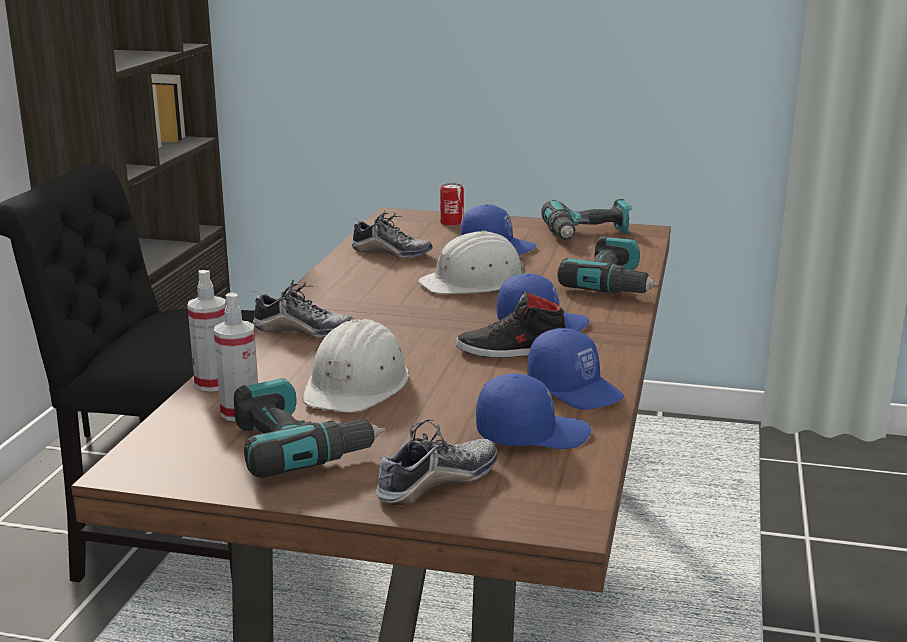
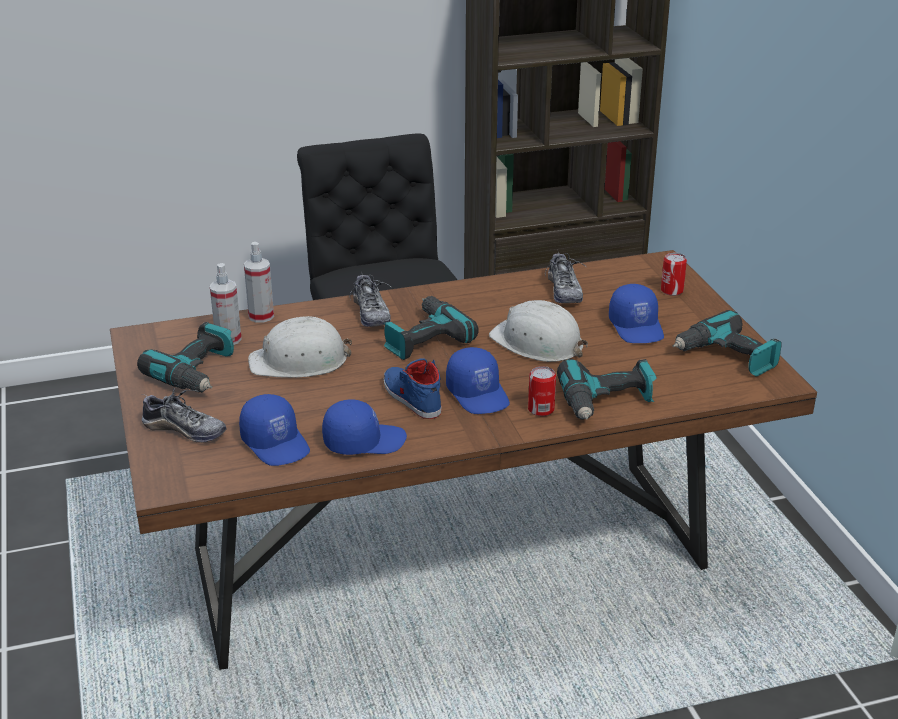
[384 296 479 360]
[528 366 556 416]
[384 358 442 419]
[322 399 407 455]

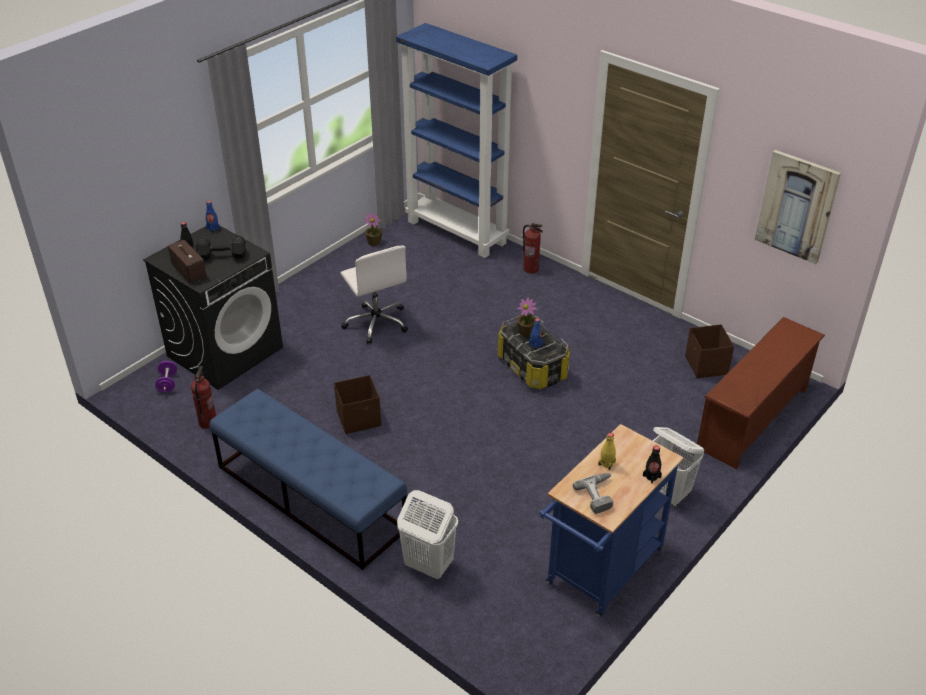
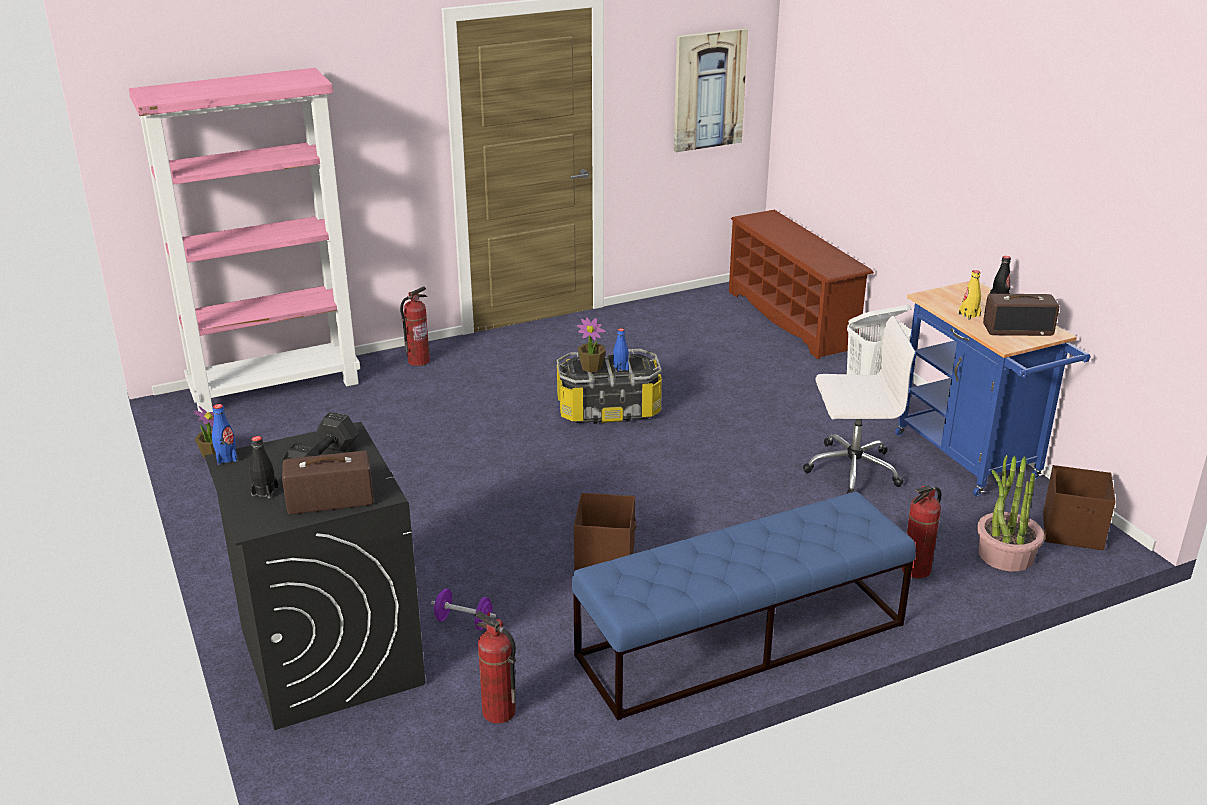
[977 455 1045 571]
[431 589 496 630]
[803 316 915 494]
[1043 465 1116 550]
[902 486 941 579]
[983 294 1059 336]
[129 68 360 417]

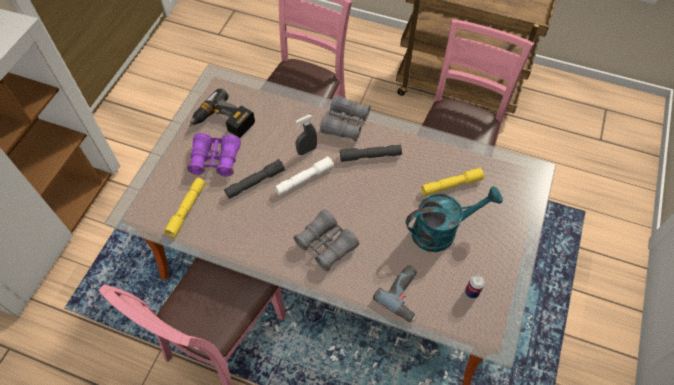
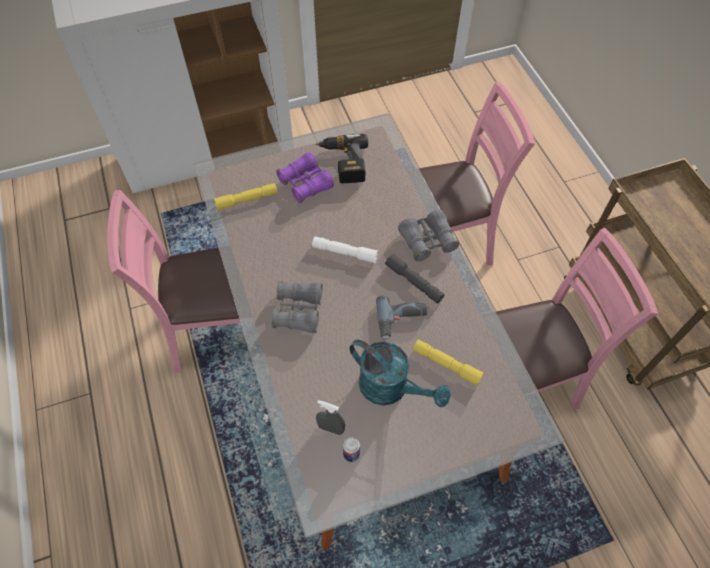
[224 159 285 199] (first image)
[316 400 345 435]
[376 296 427 340]

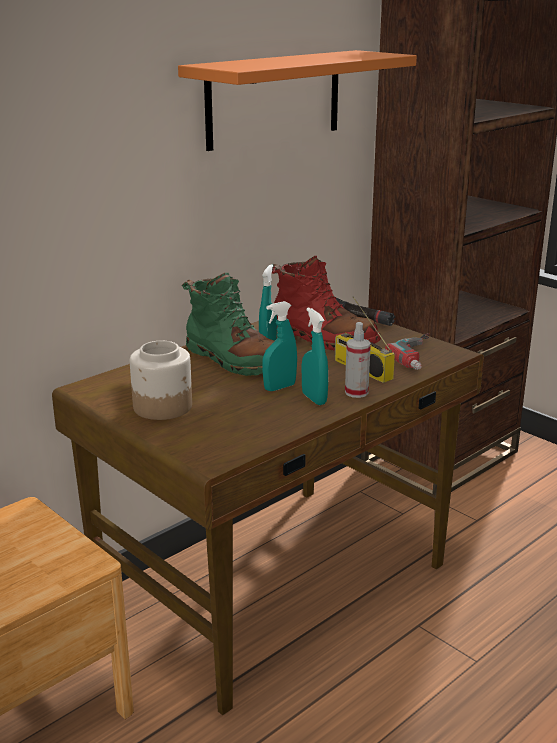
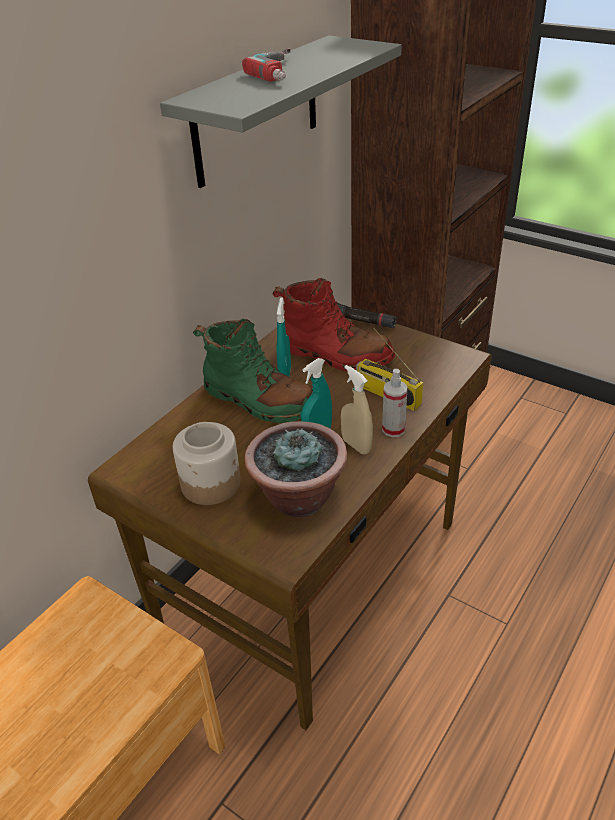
[245 421 347 517]
[242 49 291 82]
[160 35 402 188]
[341 365 373 455]

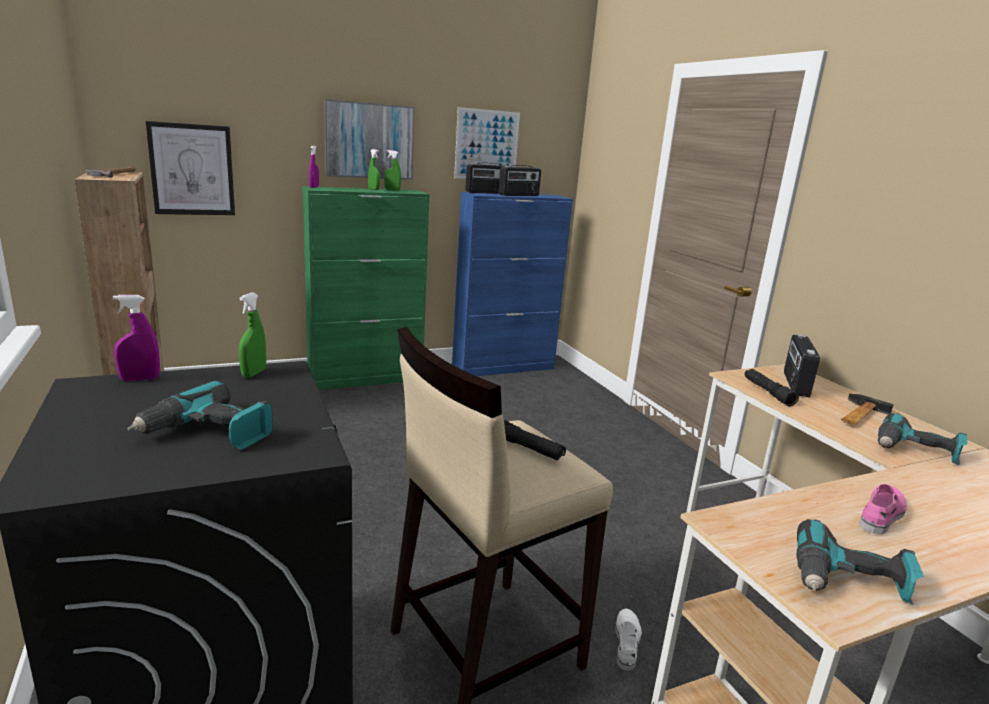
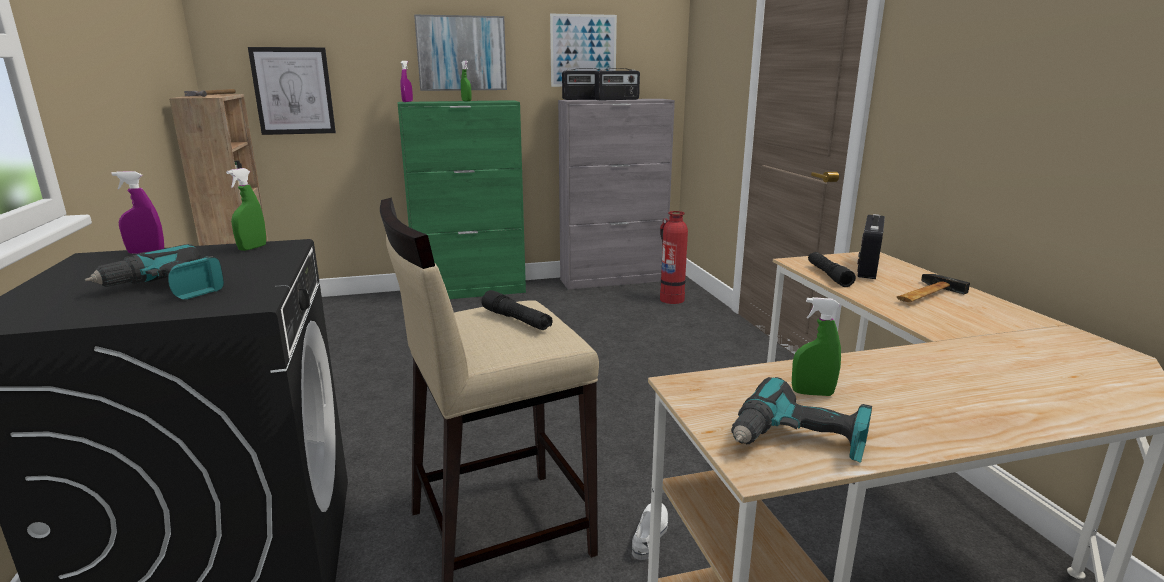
[860 484 907 534] (first image)
[878 413 967 465] (first image)
[660 211 688 304]
[792 297 841 396]
[558 99 675 290]

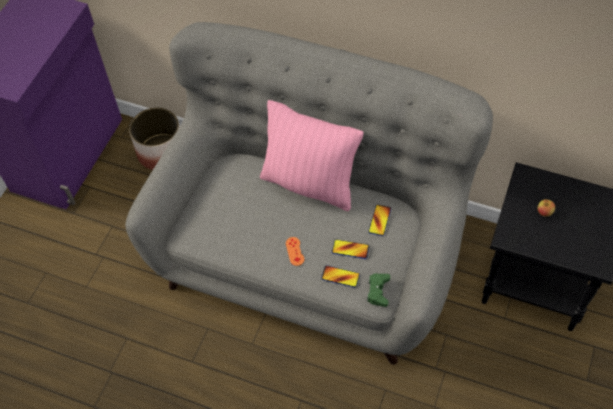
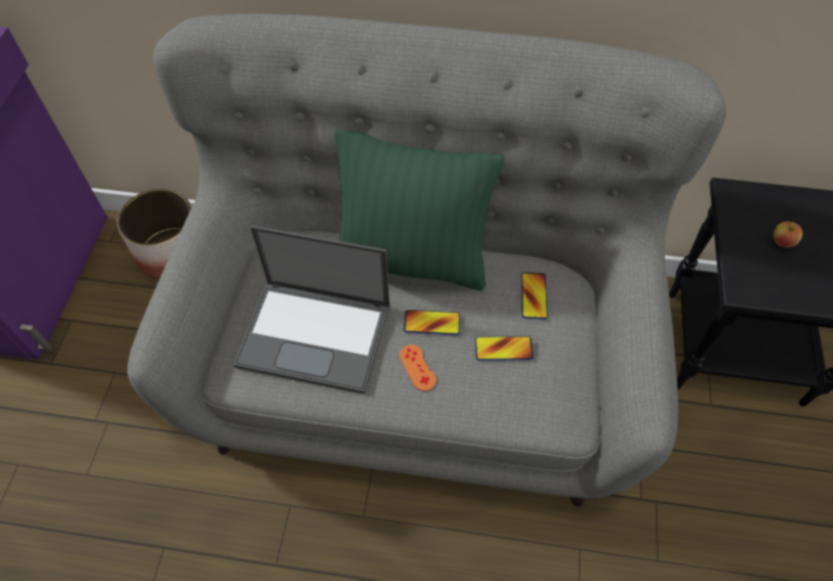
[366 273 390 307] (first image)
[233 225 390 394]
[404 310 460 335]
[335 129 504 291]

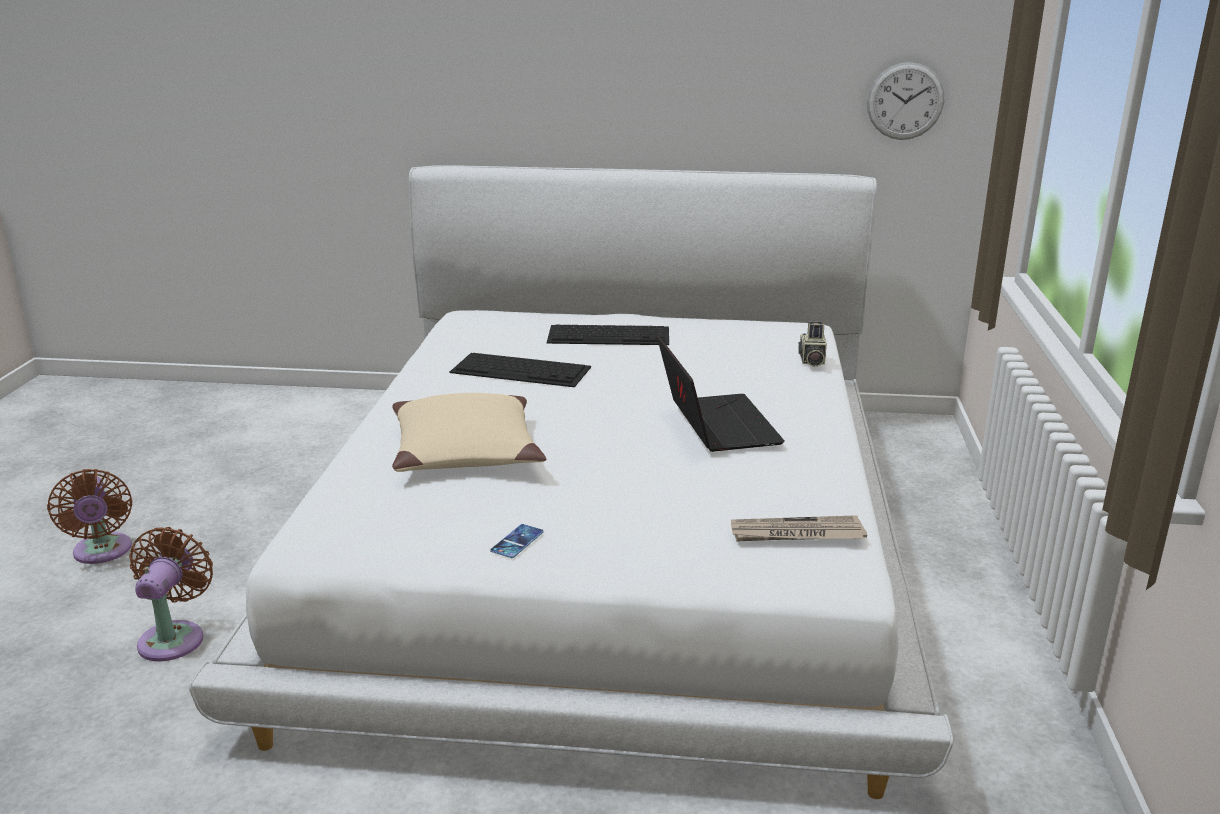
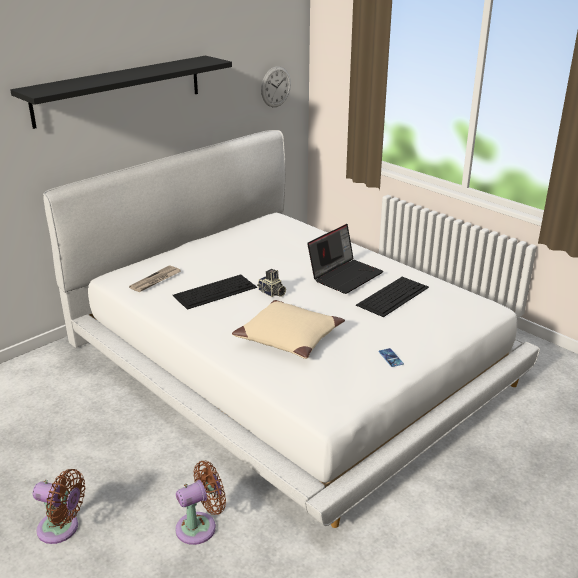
[11 56 232 129]
[356 277 429 317]
[129 265 181 292]
[257 269 286 297]
[175 461 226 545]
[307 224 383 294]

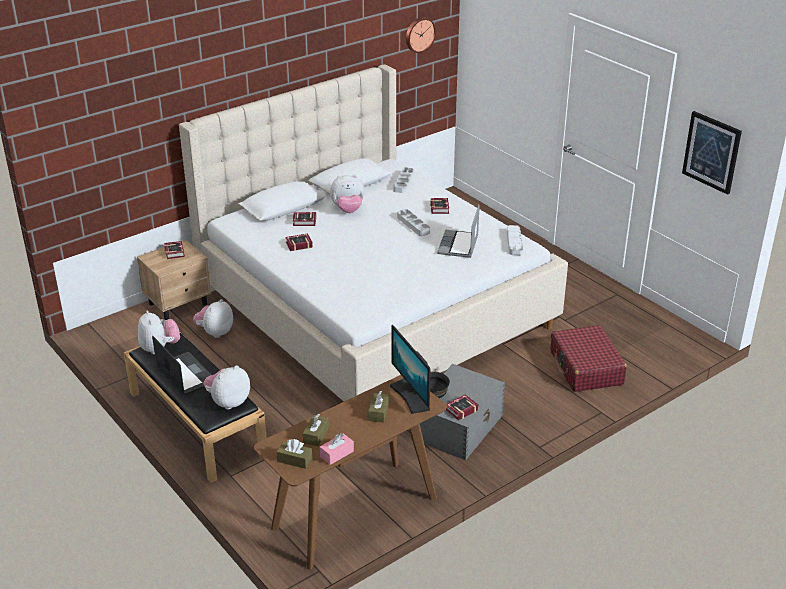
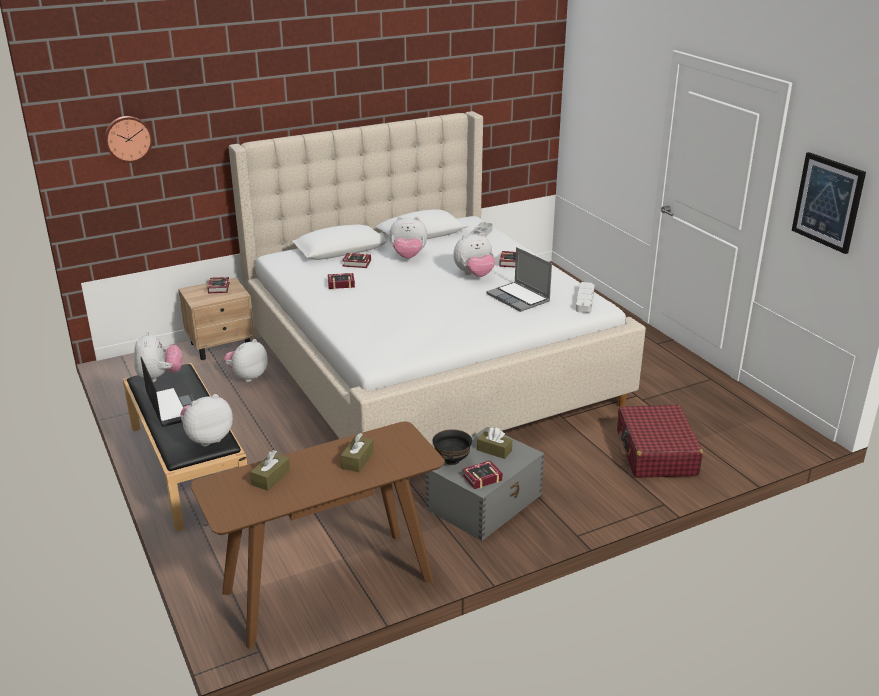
[320 433 354 465] (first image)
[390 325 431 414] (first image)
[477 427 512 459]
[104 116 153 163]
[453 232 495 277]
[487 247 552 312]

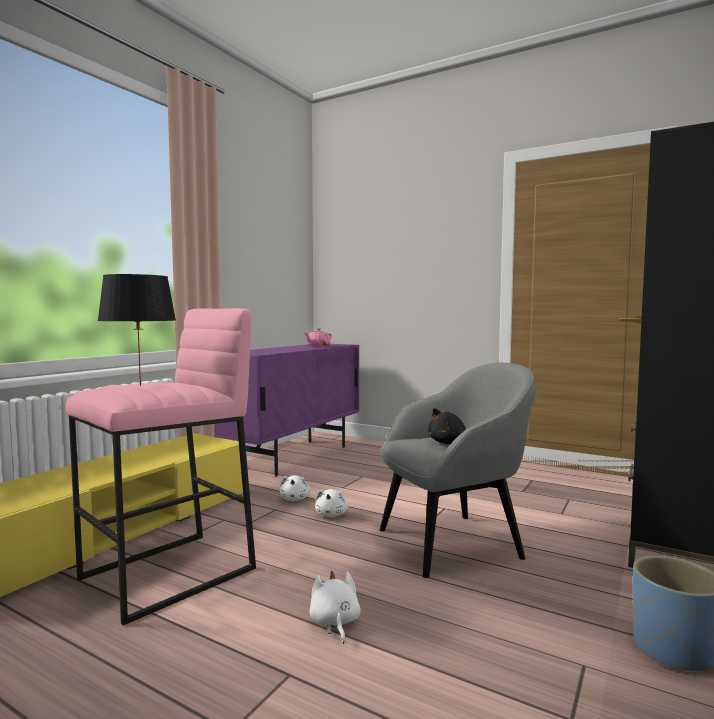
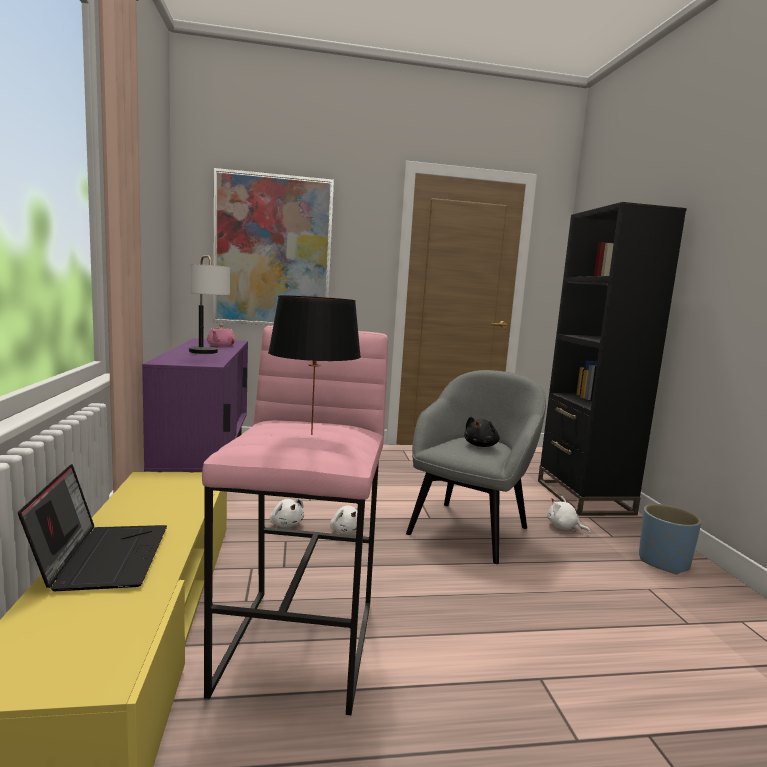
[18 464 167 591]
[189 255 230 354]
[213 168 334 325]
[547 496 591 533]

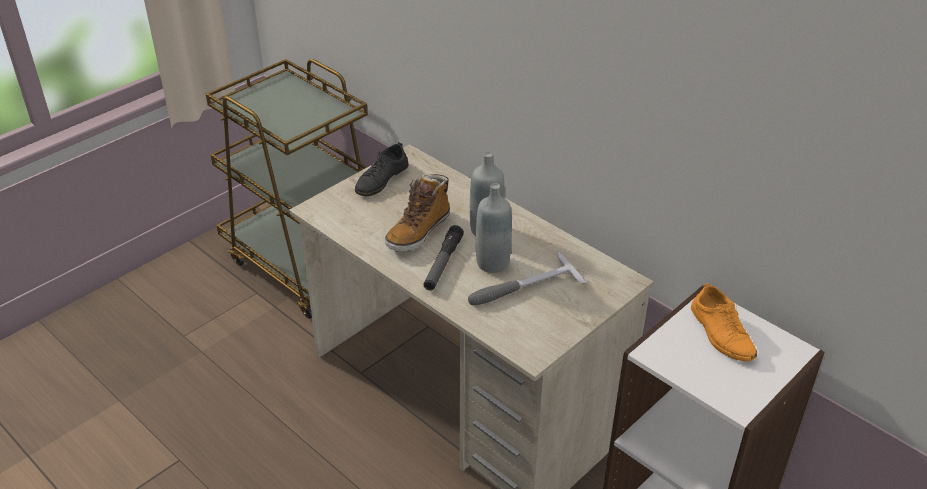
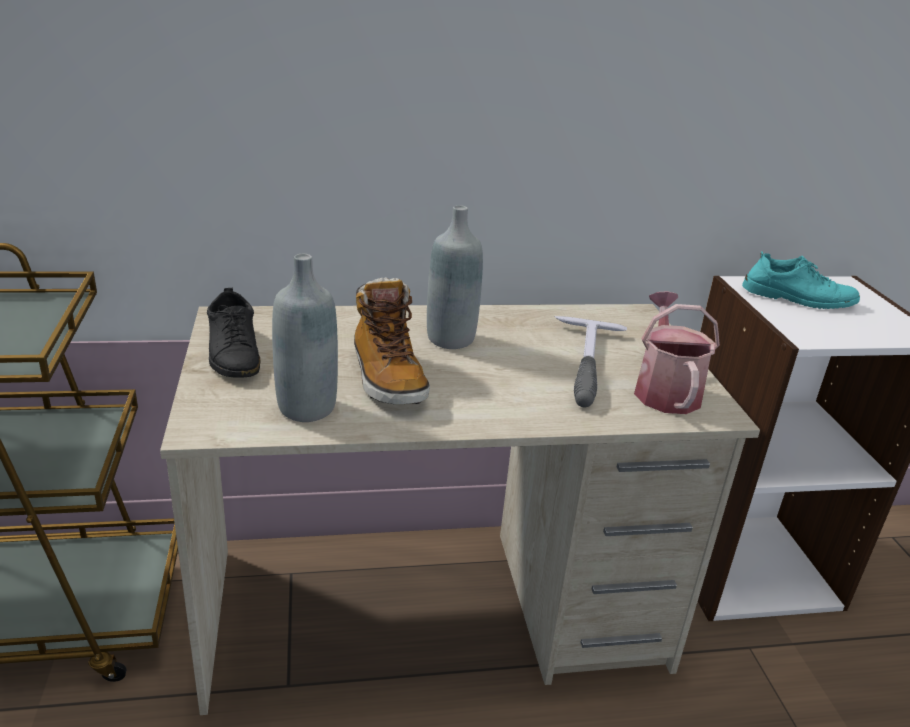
[423 225 464 290] (first image)
[634 291 720 414]
[272 254 338 422]
[742 252 860 309]

